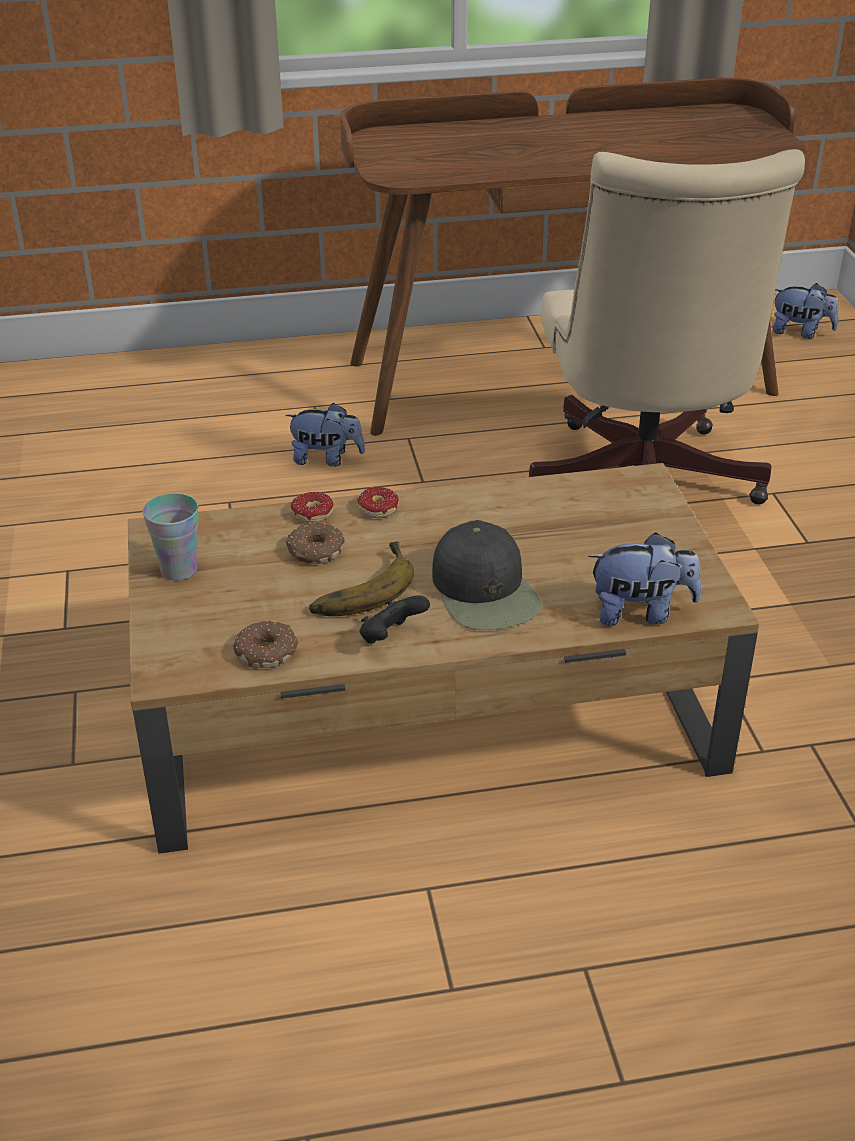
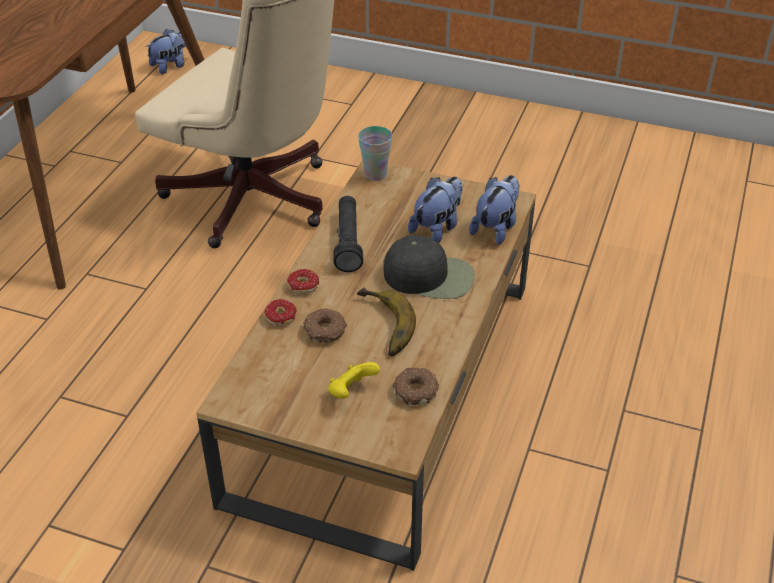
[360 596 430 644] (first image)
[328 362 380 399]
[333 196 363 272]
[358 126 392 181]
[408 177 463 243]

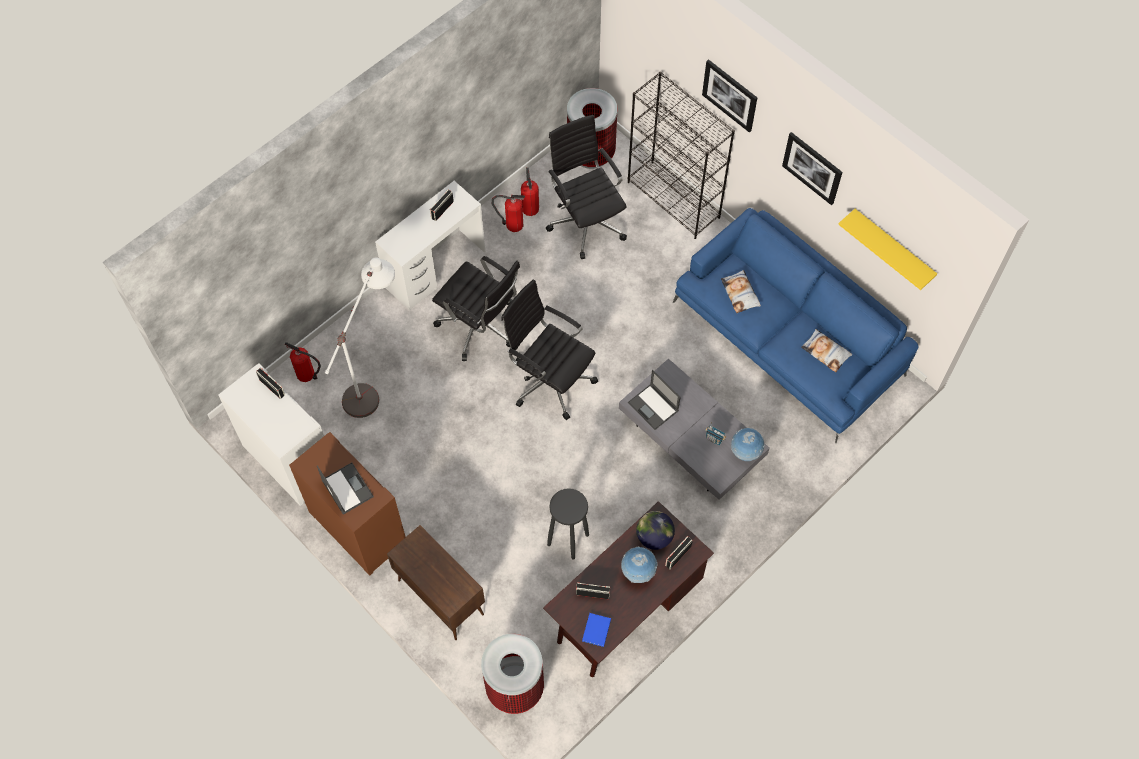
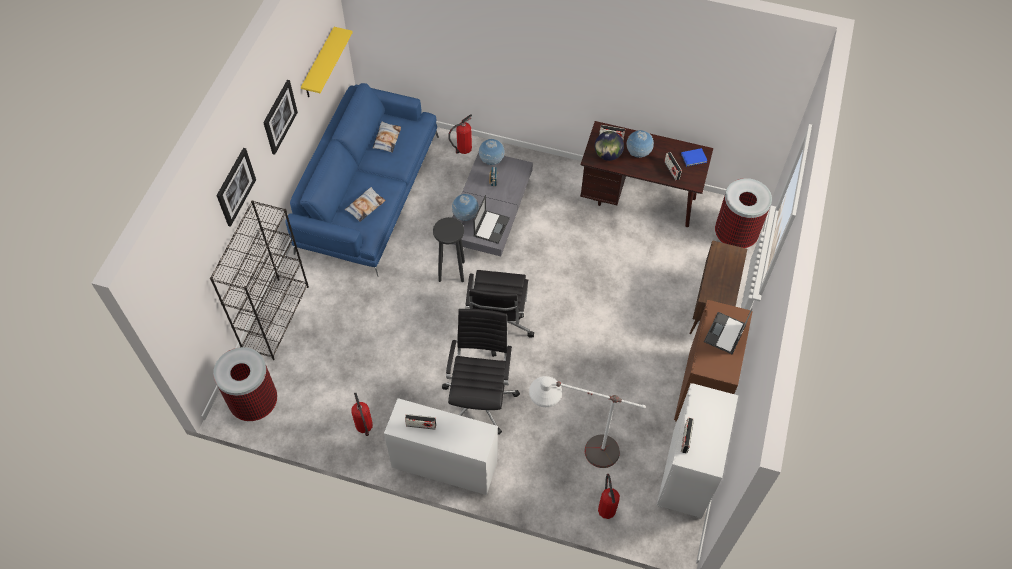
[546 115 627 259] (first image)
[452 194 479 221]
[448 114 472 154]
[433 217 465 282]

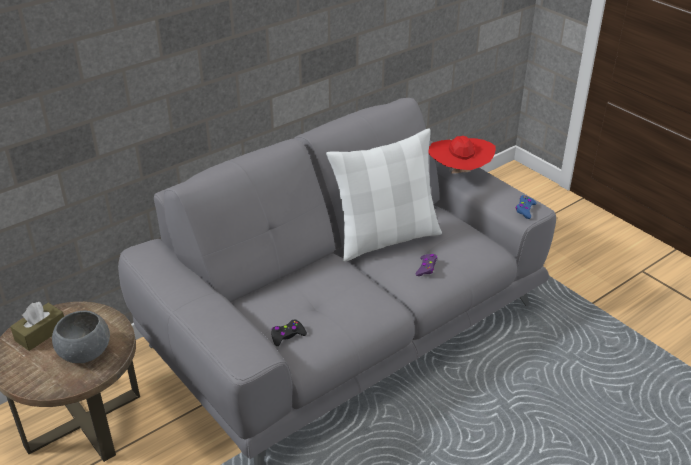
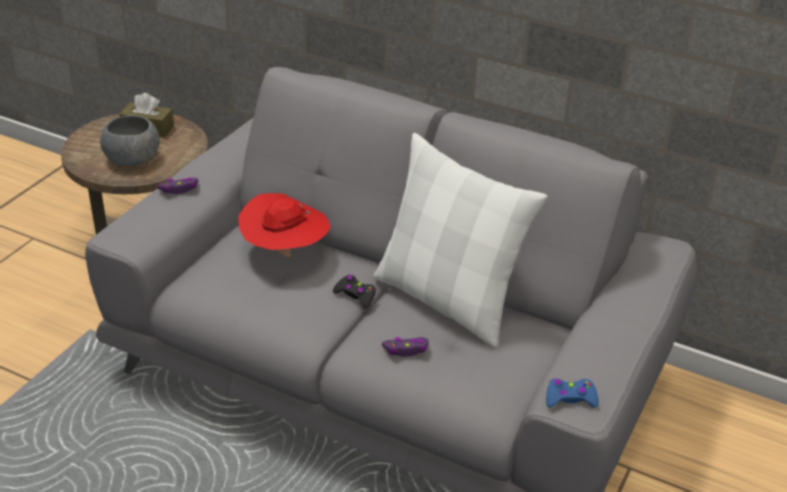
[157 177 198 194]
[333 275 376 309]
[238 193 331 257]

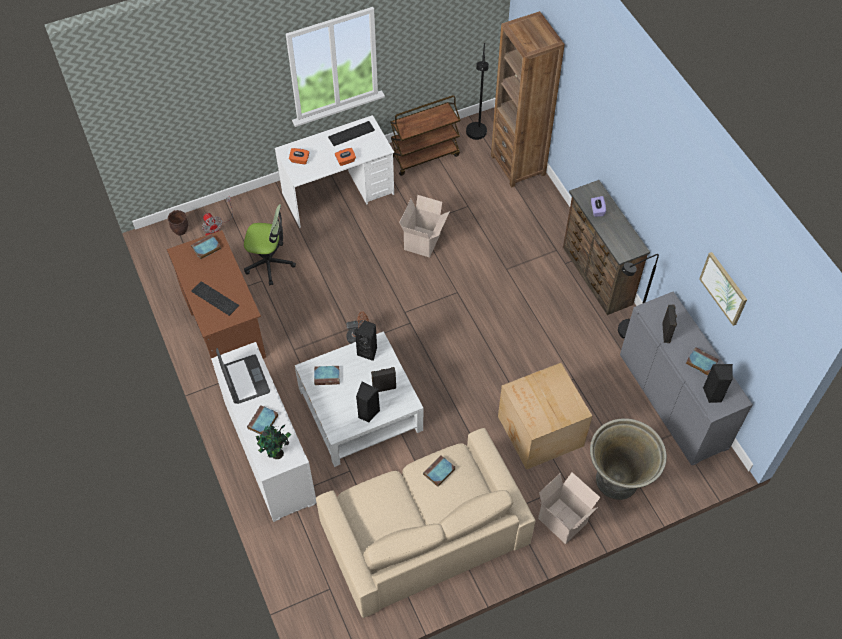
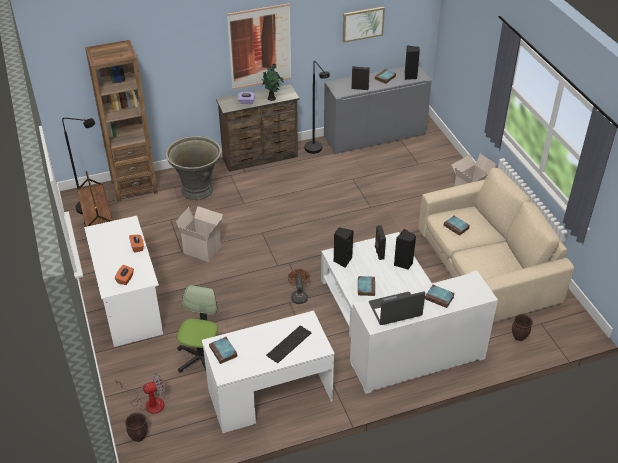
[328 121 375 146] (first image)
[498 363 592 470] (first image)
[227 3 291 89]
[512 314 533 341]
[261 64 284 101]
[166 136 221 200]
[202 311 335 433]

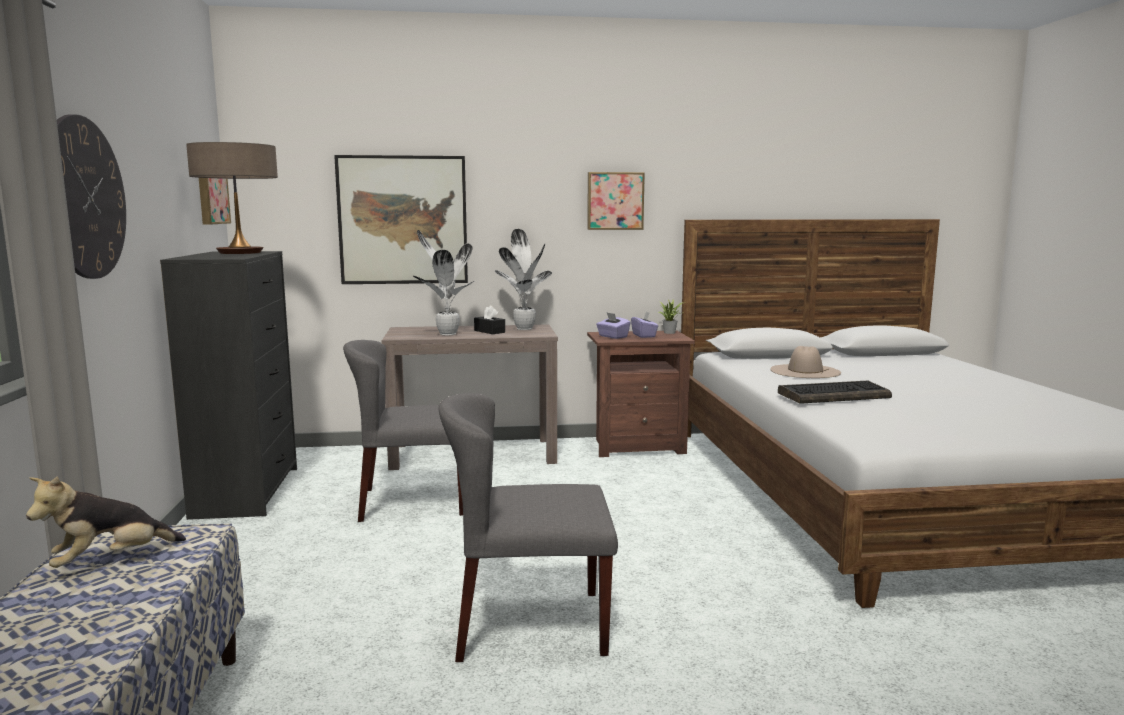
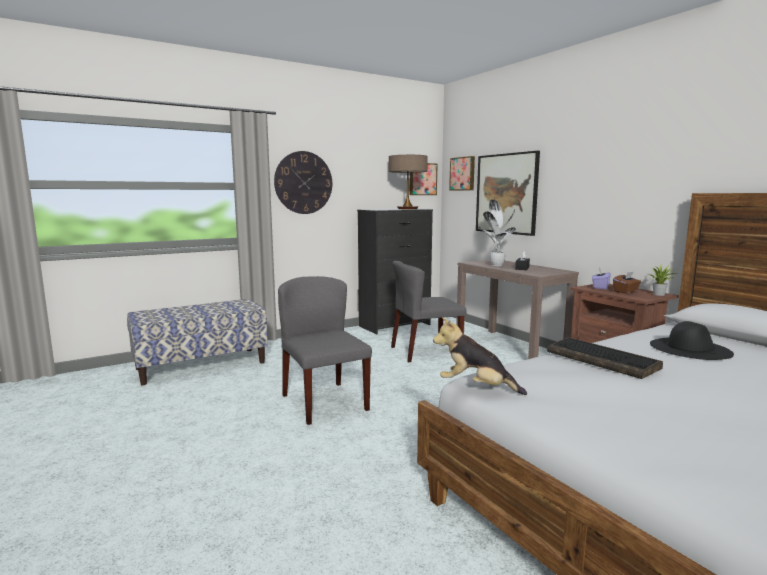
[495 229 552 330] (first image)
[433 317 527 395]
[449 156 475 191]
[613 272 641 294]
[650 321 734 360]
[391 261 466 362]

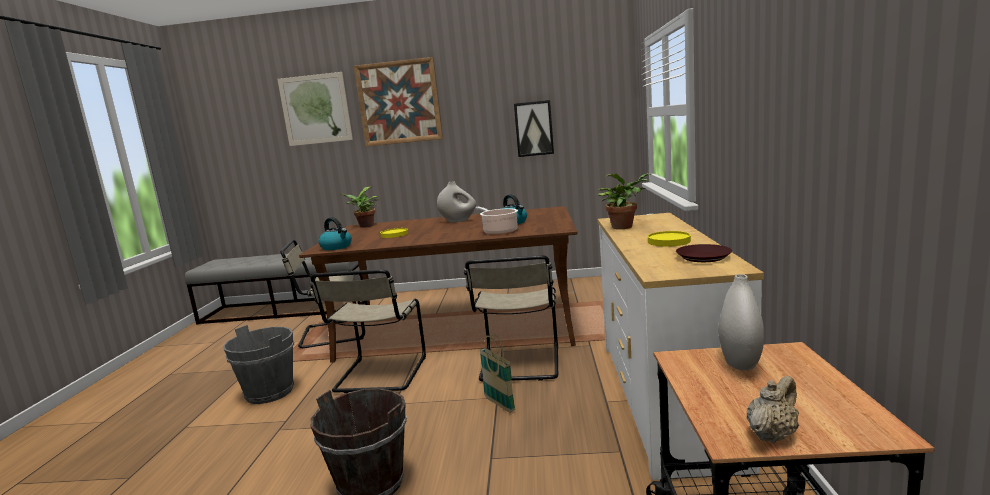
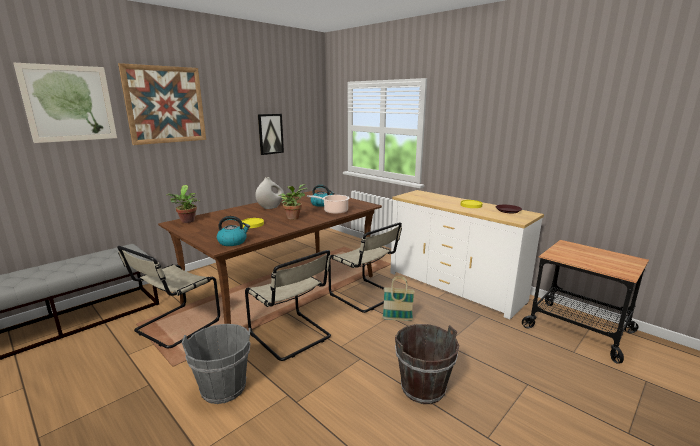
[718 274 764 371] (first image)
[747 376 799 443] (first image)
[279 184 308 219]

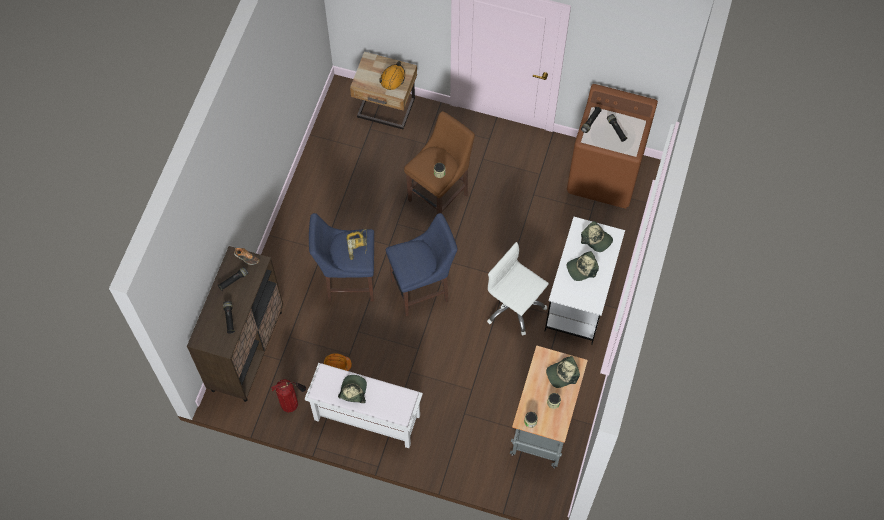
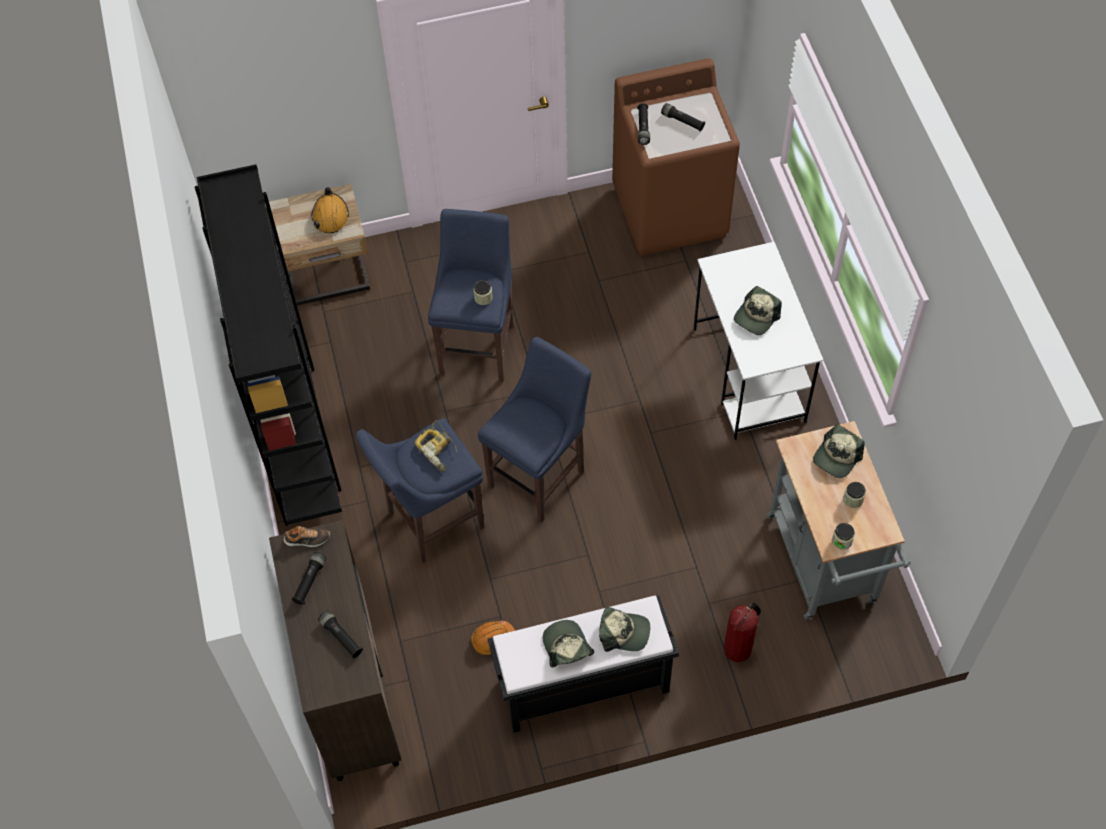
[487 242 549 336] (first image)
[195 164 342 526]
[724 603 761 662]
[599 607 650 652]
[488 595 679 733]
[428 209 514 382]

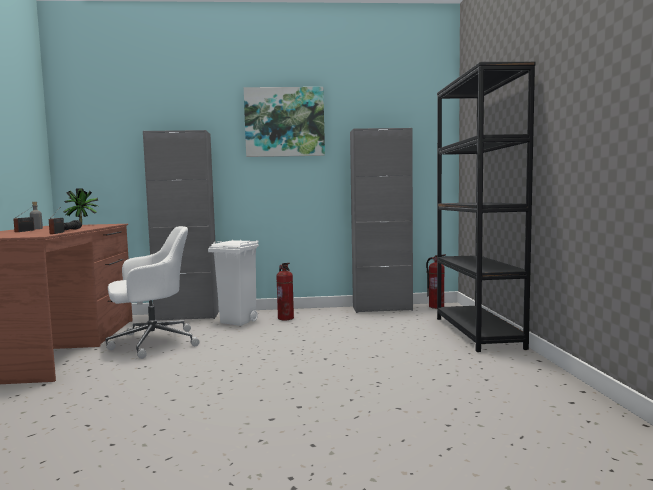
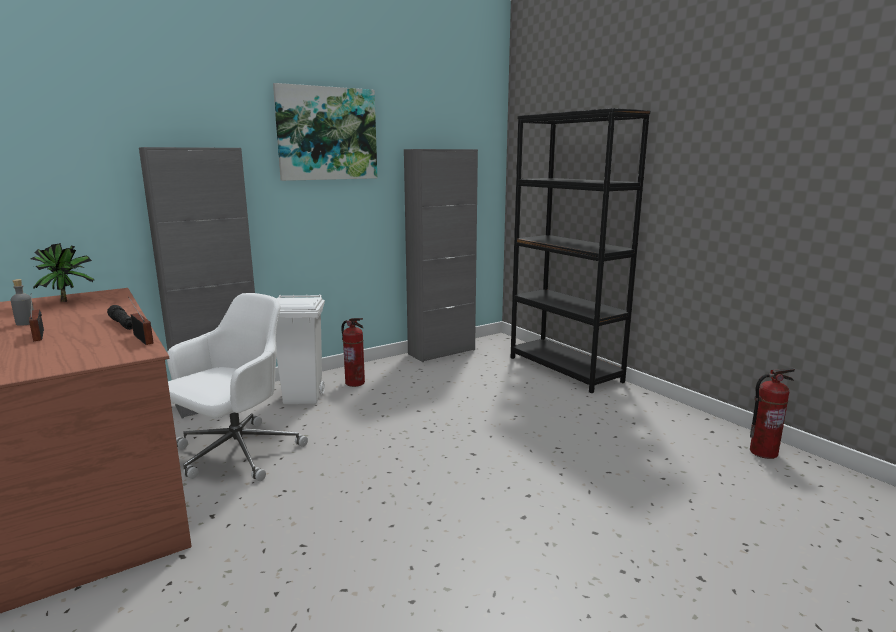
[750 368 795 459]

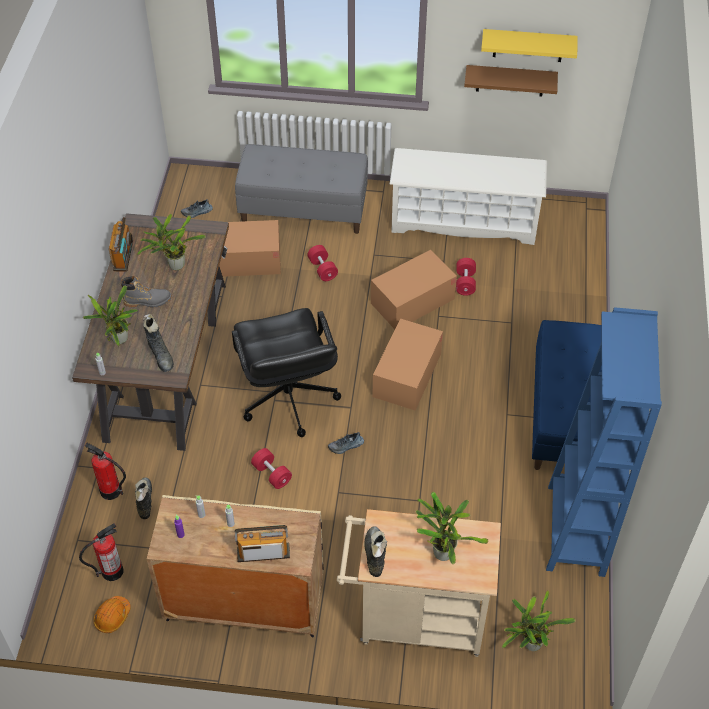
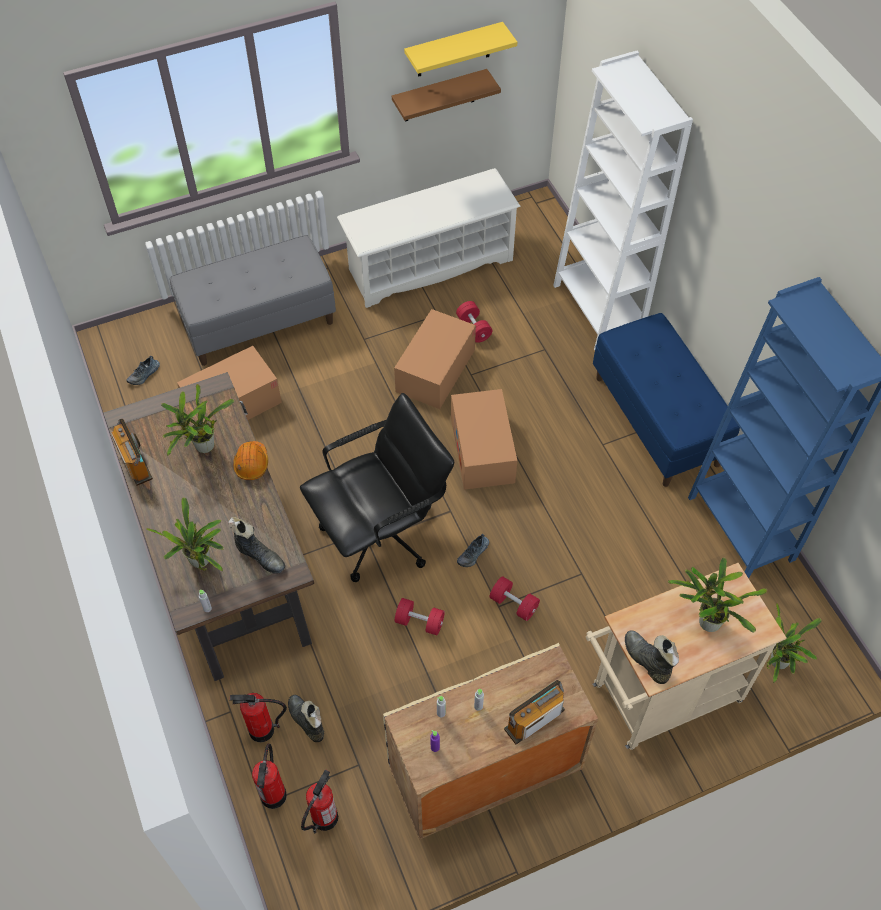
[121 276 172 308] (first image)
[252 743 287 809]
[553 51 693 350]
[233 441 268 480]
[489 576 540 621]
[300 393 454 582]

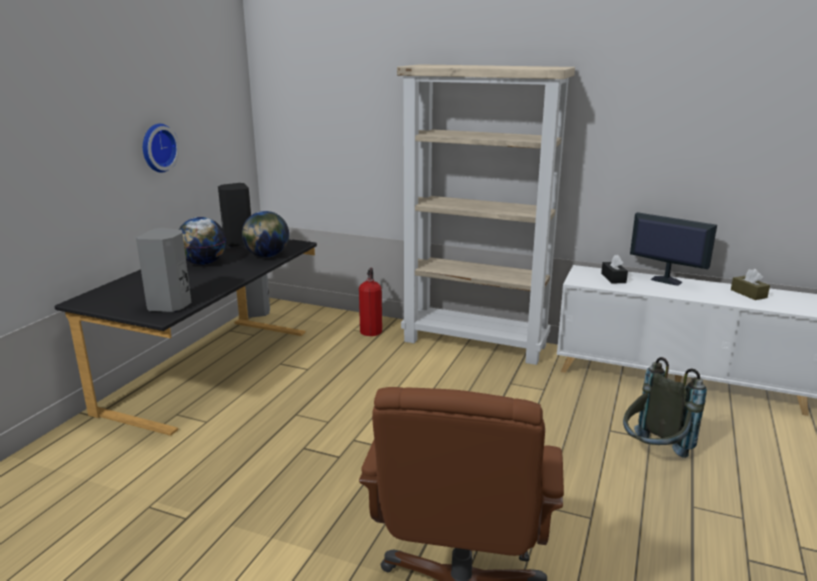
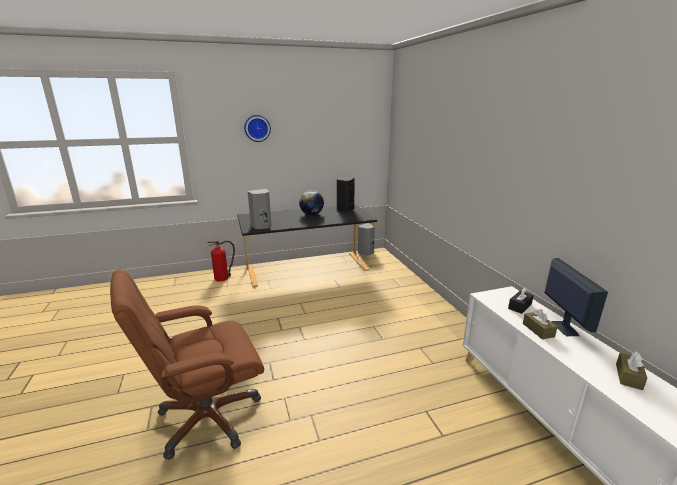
[242 211 289 257] (first image)
[397 64 575 365] (first image)
[623 357 707 458] (first image)
[523 309 557 339]
[244 115 271 142]
[207 240 235 282]

